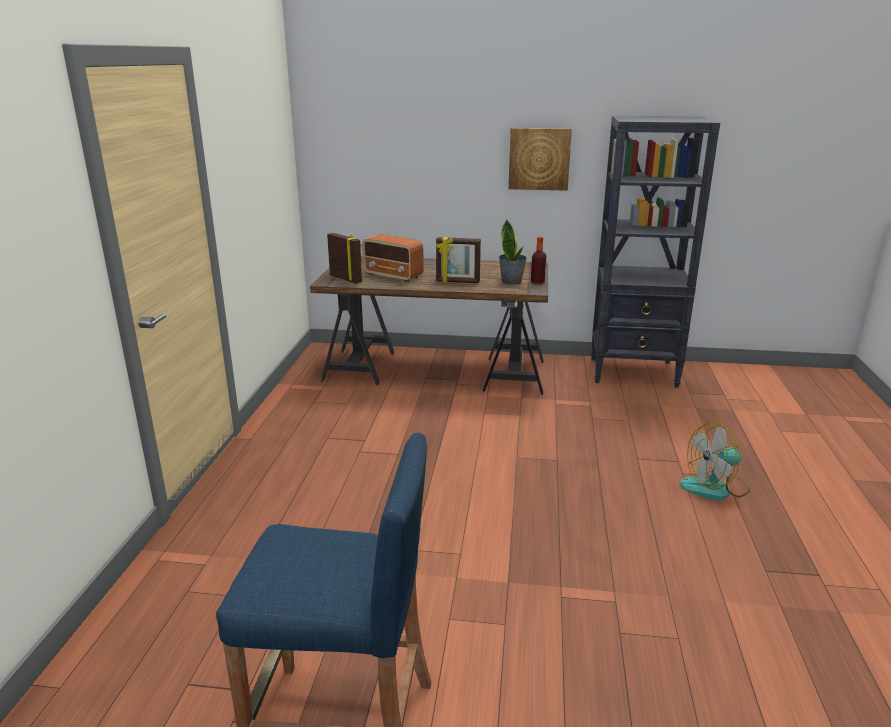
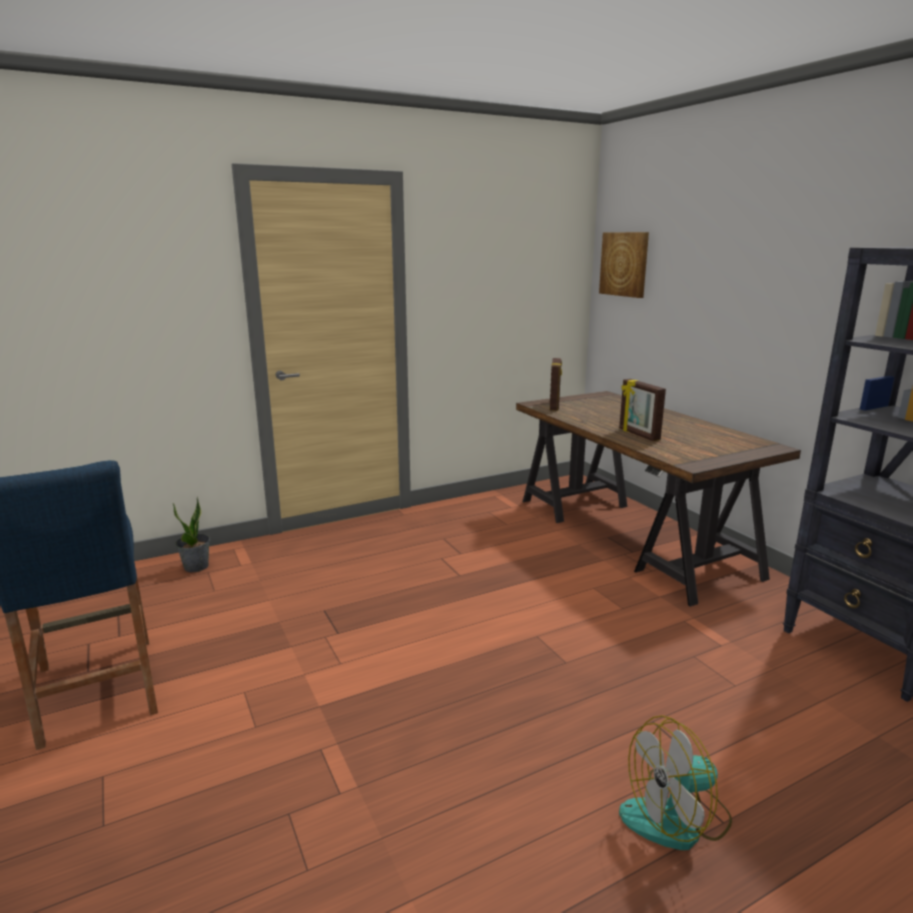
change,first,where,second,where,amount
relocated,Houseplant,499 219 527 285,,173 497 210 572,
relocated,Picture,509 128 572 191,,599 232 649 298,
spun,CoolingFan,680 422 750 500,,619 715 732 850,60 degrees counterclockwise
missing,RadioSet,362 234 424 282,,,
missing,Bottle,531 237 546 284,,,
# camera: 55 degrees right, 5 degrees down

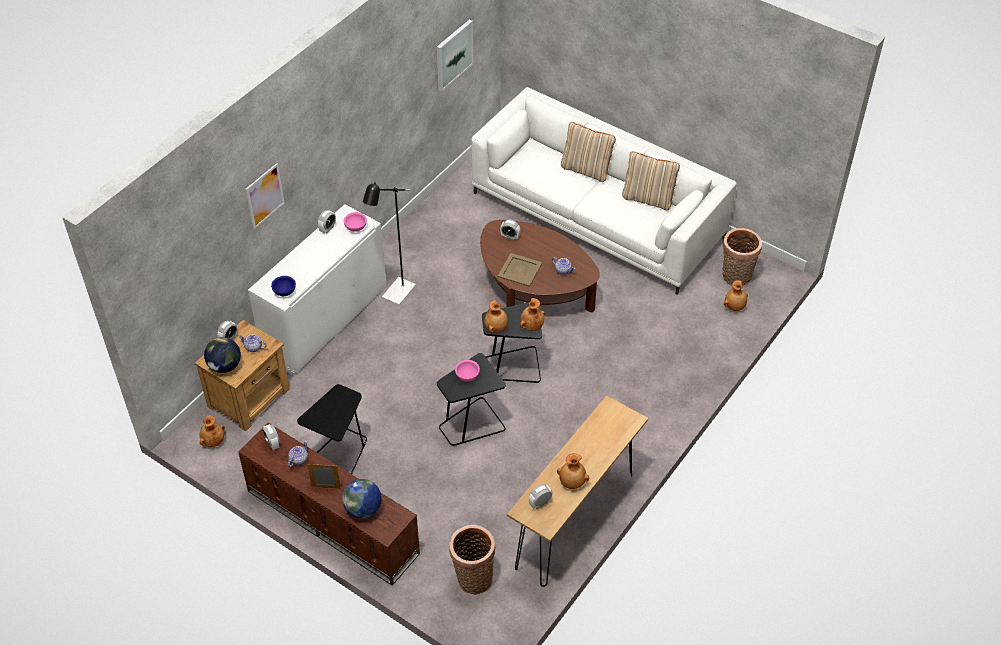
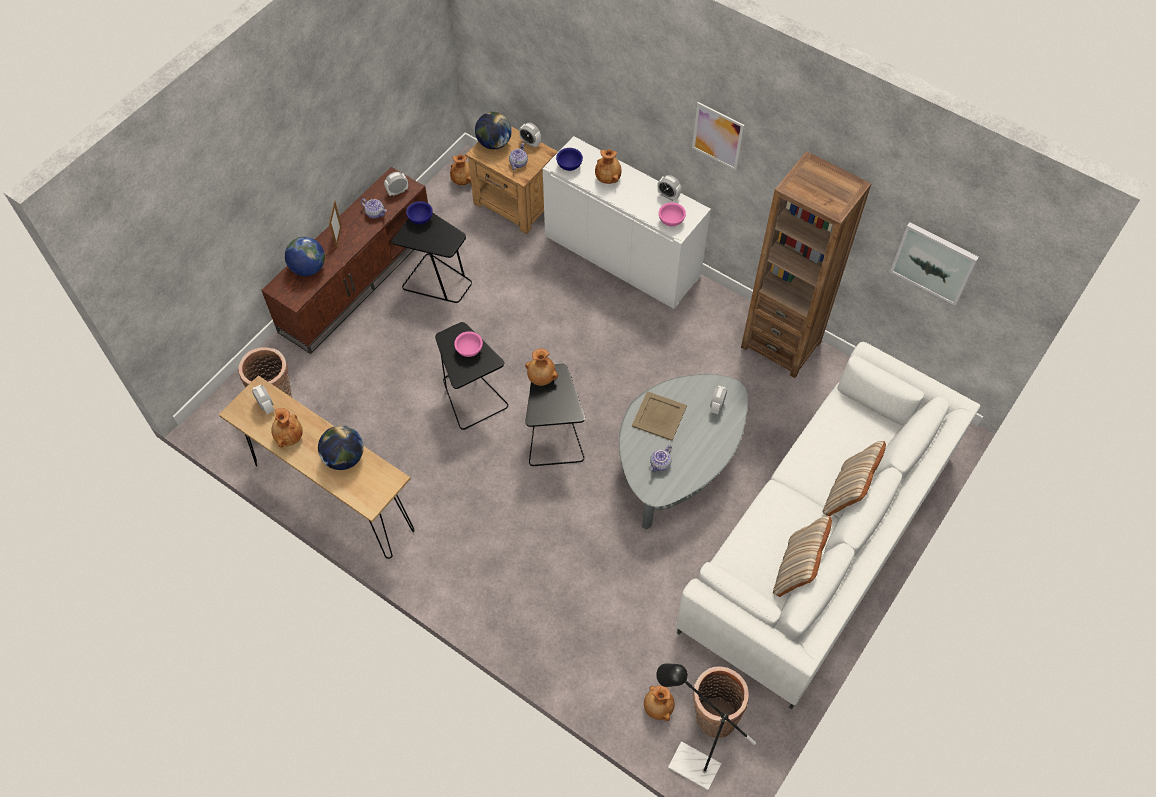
change,first,where,second,where,amount
appeared,,,DeskGlobe,318 425 364 470,
appeared,,,BlueColouredDeepDish,406 201 433 224,
relocated,BrownColouredFlowerVase,520 298 545 331,,595 149 622 184,
colour,BrownColouredCoffeeTable,480 220 600 312,GrayCoffeeTable,619 374 748 529,
relocated,BlackStandardLamp,363 182 416 306,,656 664 756 791,
relocated,Picture,246 163 285 229,,692 102 744 170,
appeared,,,BrownColouredBookshelf,741 151 871 378,
# camera: 90 degrees right, 10 degrees up

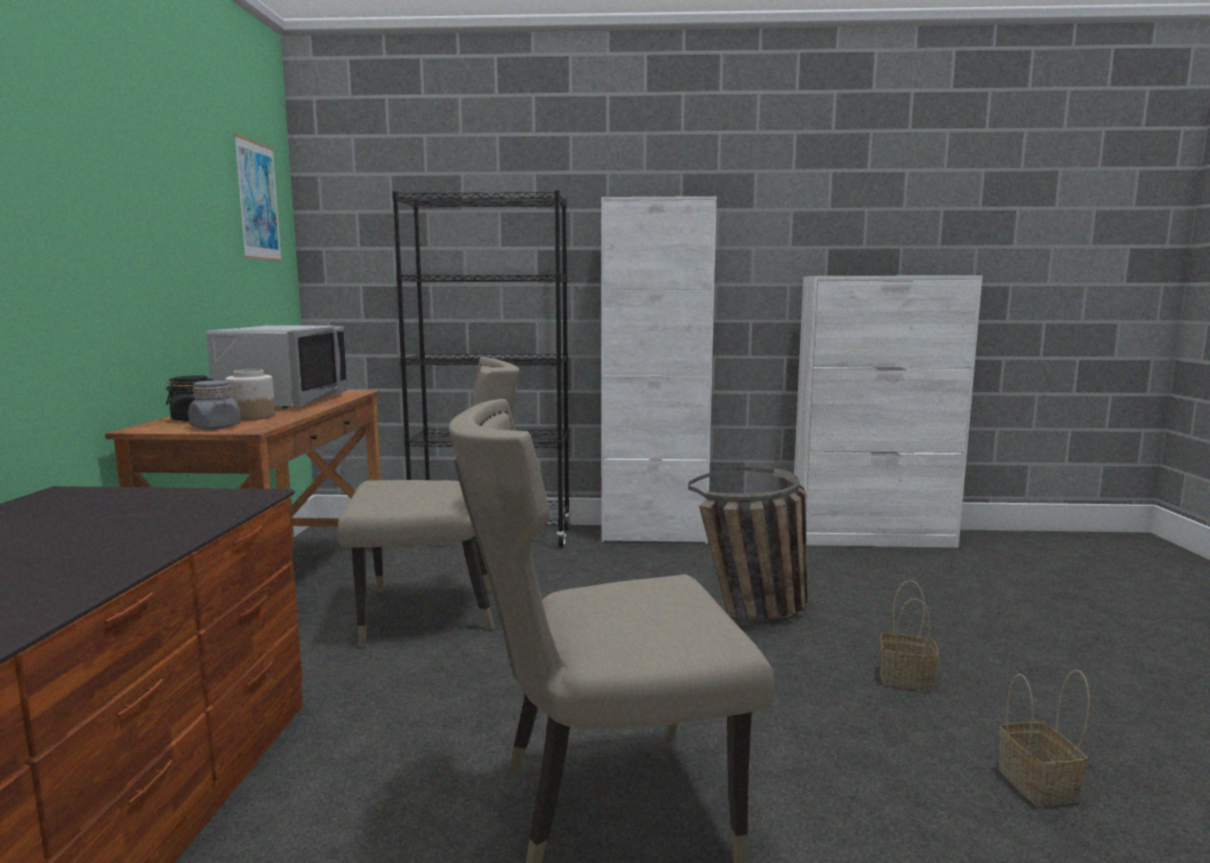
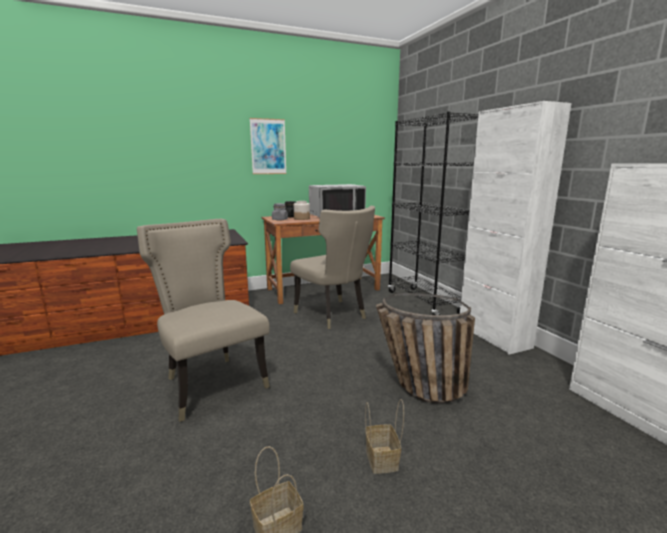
change,first,where,second,where,amount
relocated,Picture,233 134 283 261,,250 118 287 174,
# camera: 65 degrees right, 5 degrees up

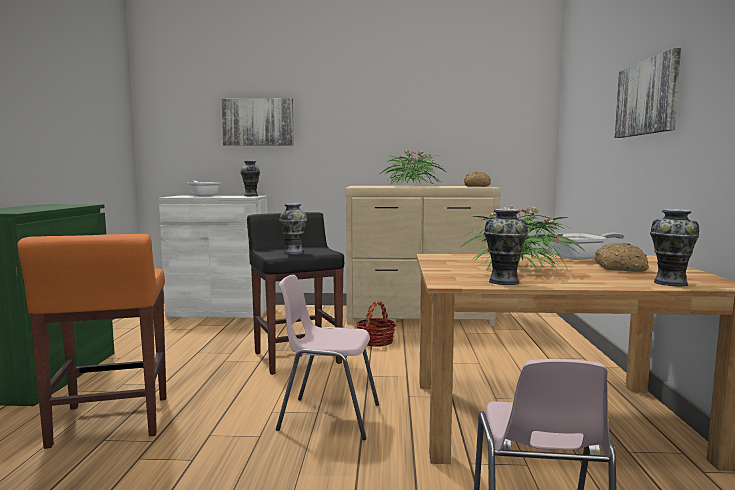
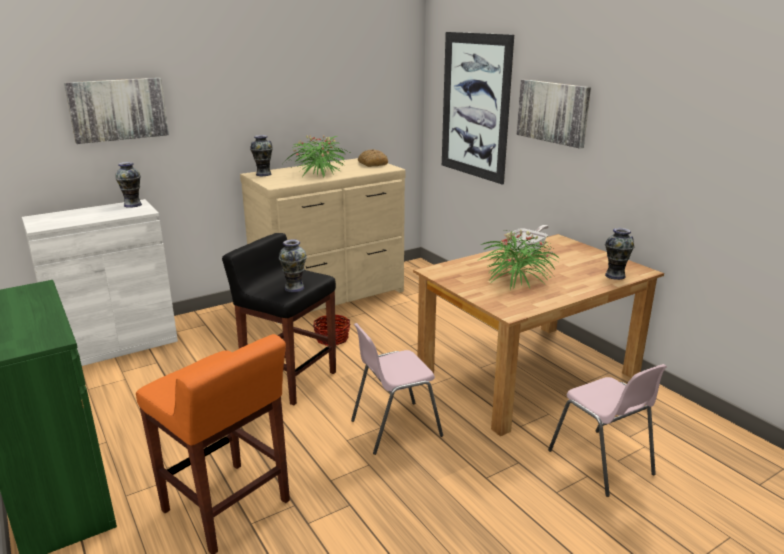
change,first,where,second,where,amount
relocated,FlowerVase,484 209 527 285,,250 135 273 176,
appeared,,,Picture,442 32 514 185,
missing,Pan,187 181 221 197,,,
missing,BakedBread,595 243 649 272,,,
# camera: 35 degrees left, 15 degrees up

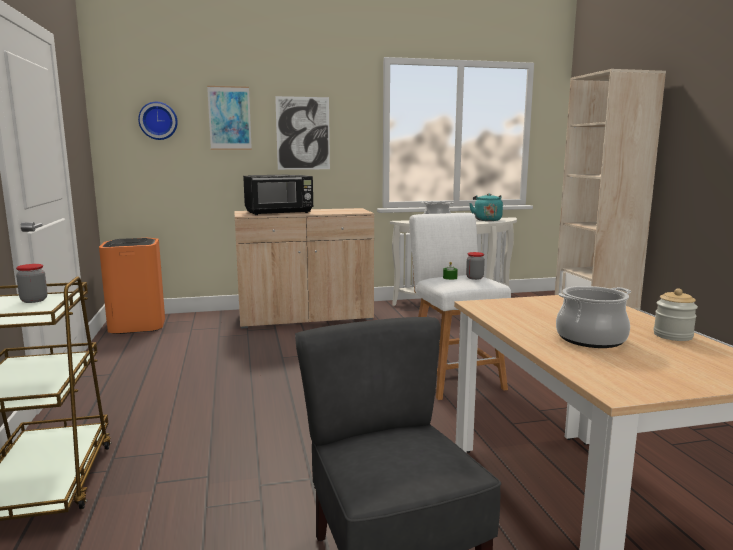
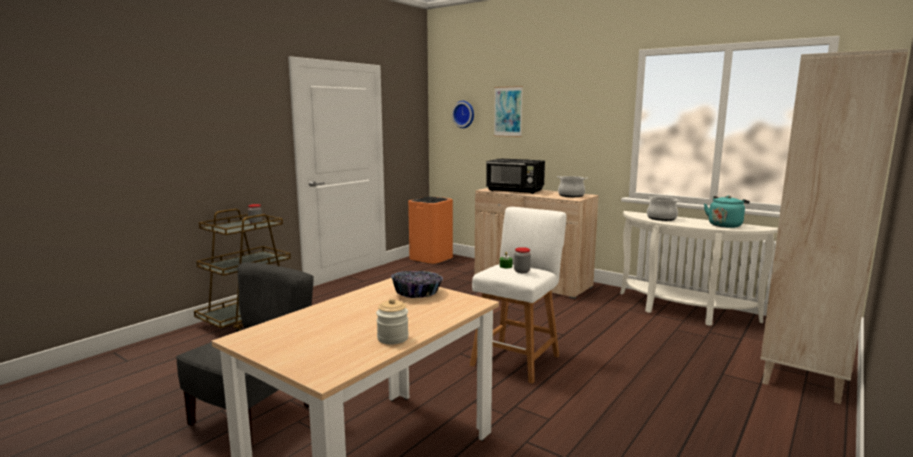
change,first,where,second,where,amount
appeared,,,DeepDish,391 271 443 298,
relocated,Stockpot,556 286 631 348,,557 176 588 197,
missing,Picture,275 96 330 170,,,
# camera: 50 degrees right, 0 degrees up

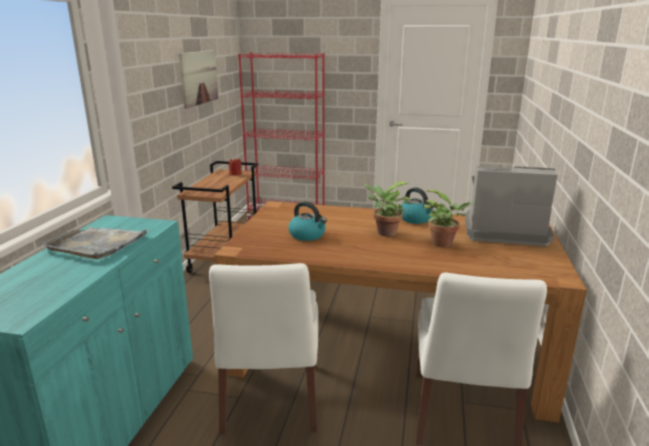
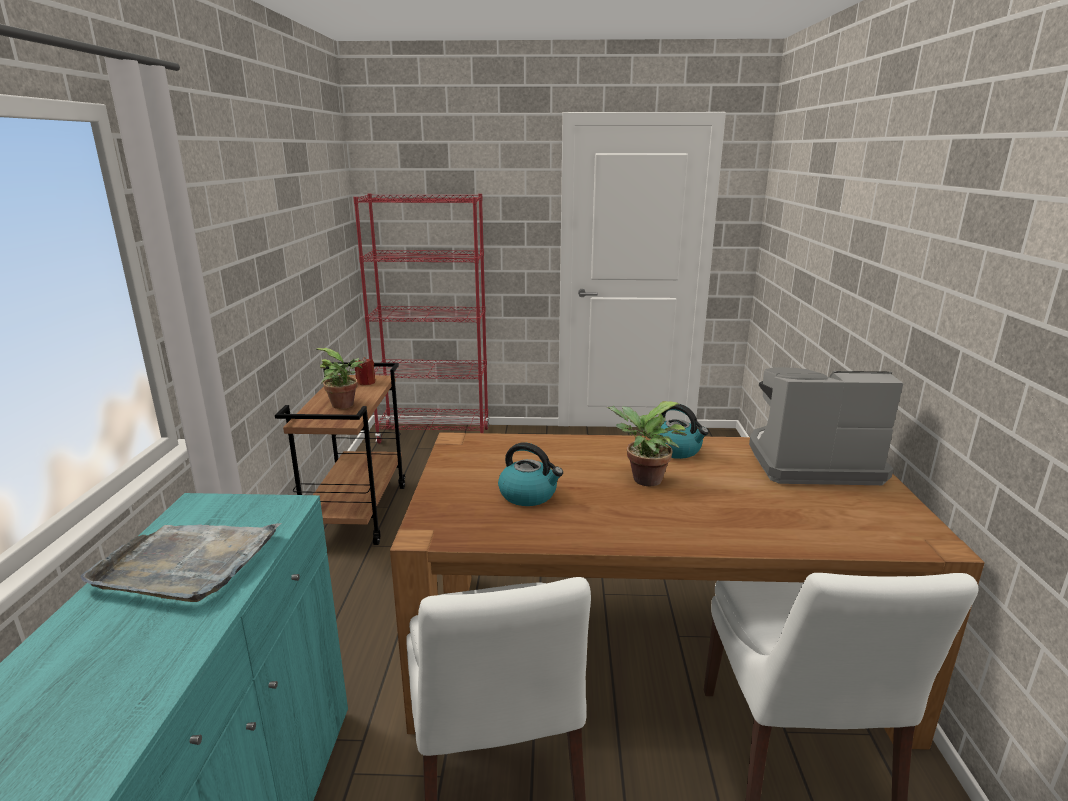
change,first,where,second,where,amount
relocated,Houseplant,424 190 474 247,,316 348 364 409,
missing,Picture,179 50 218 109,,,
# camera: 10 degrees left, 0 degrees up

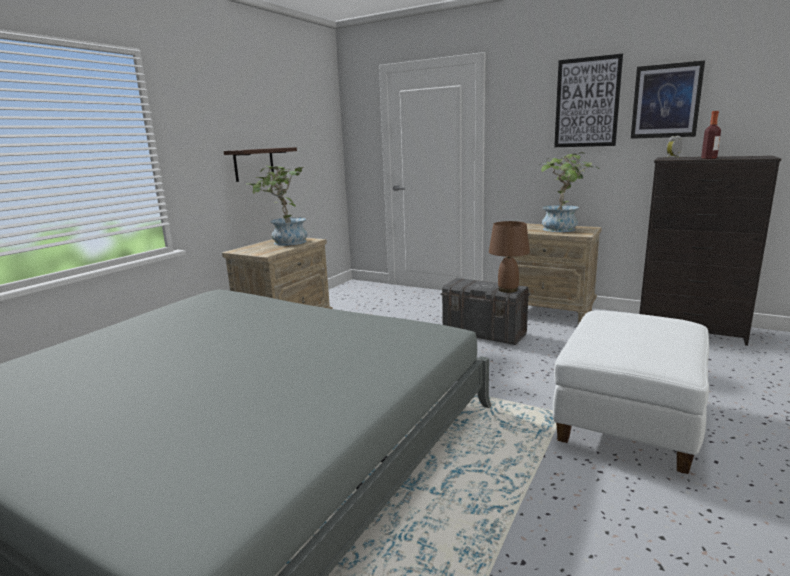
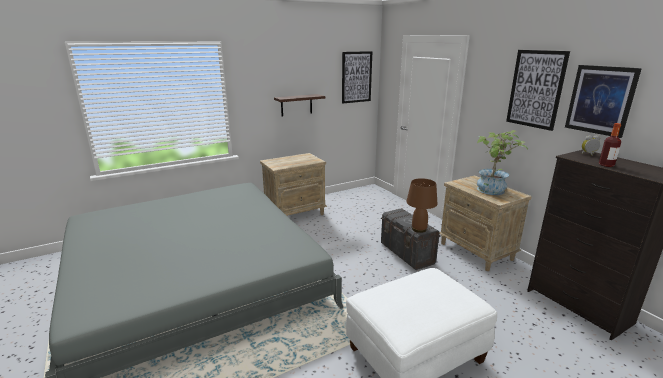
change,first,where,second,where,amount
appeared,,,Picture,342 51 372 104,
missing,Houseplant,250 165 307 246,,,
# camera: 30 degrees right, 5 degrees up

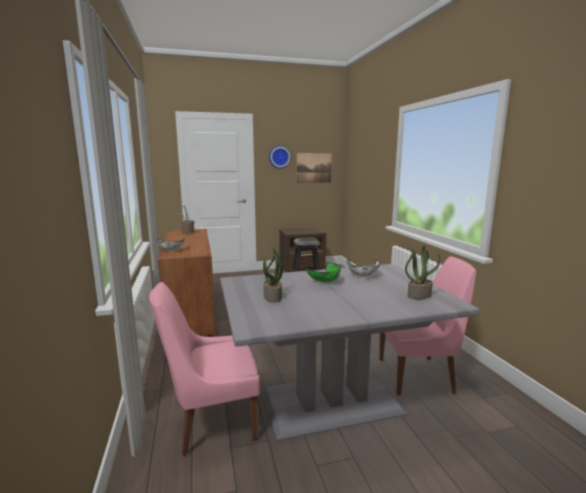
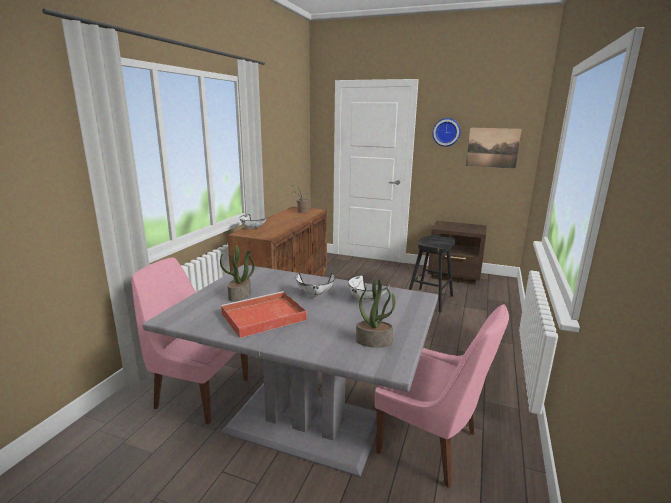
change,first,where,second,where,amount
appeared,,,RedColouredServingTray,221 291 307 338,
colour,GreenishDeepDish,306 262 341 282,WhiteColouredDeepDish,296 273 335 296,
# camera: 35 degrees right, 5 degrees up

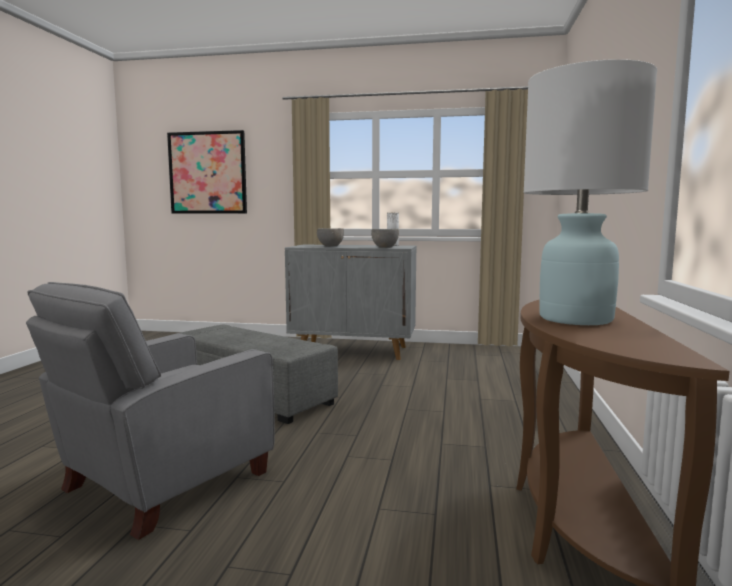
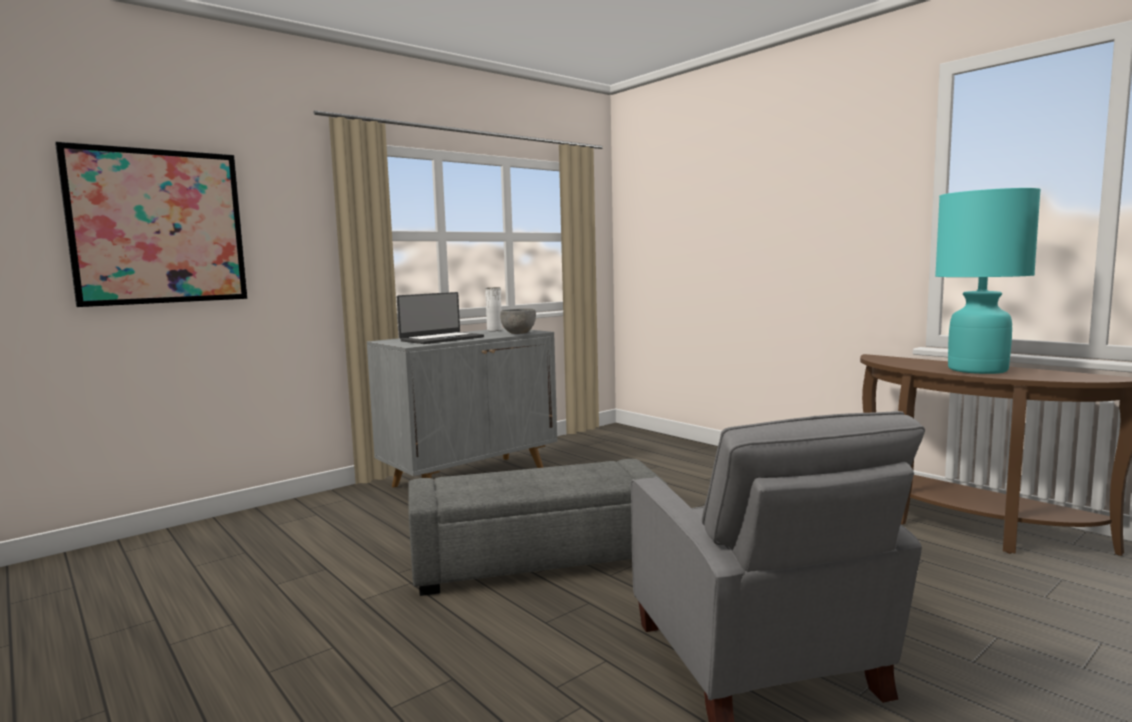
change,first,where,second,where,amount
exchanged,GrayDeepDish,317 228 344 246,PortableComputer,397 292 484 344,
colour,WhiteColouredTableLamp,523 59 657 325,TurquoiseTableLamp,935 188 1041 374,
# camera: 50 degrees left, 0 degrees up

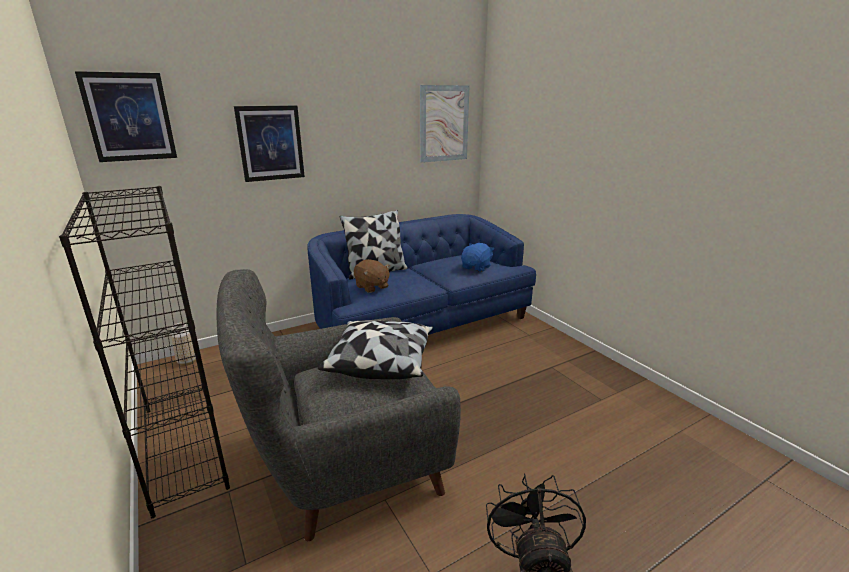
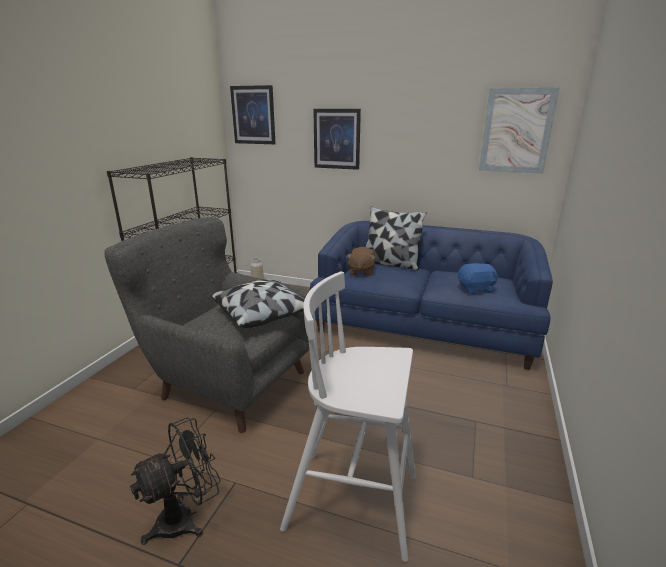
change,first,where,second,where,amount
appeared,,,WhiteColouredStool,280 272 416 562,
# camera: 50 degrees right, 0 degrees up

